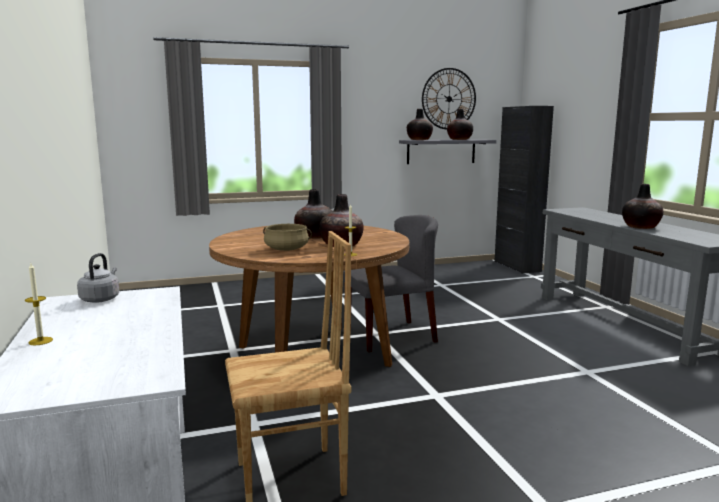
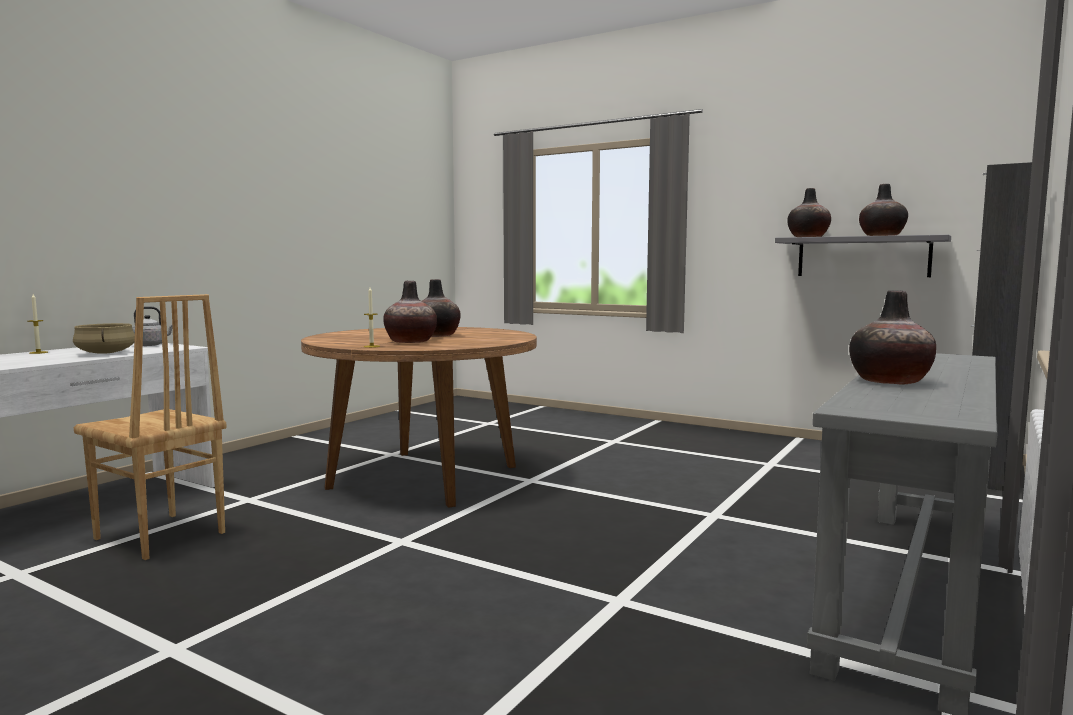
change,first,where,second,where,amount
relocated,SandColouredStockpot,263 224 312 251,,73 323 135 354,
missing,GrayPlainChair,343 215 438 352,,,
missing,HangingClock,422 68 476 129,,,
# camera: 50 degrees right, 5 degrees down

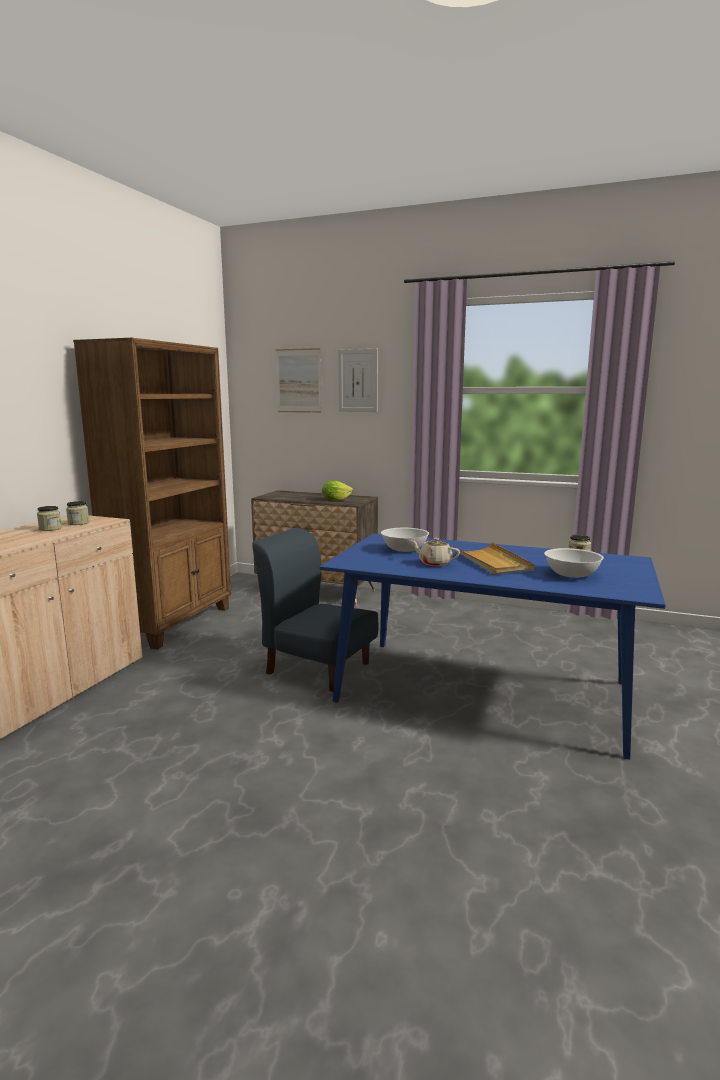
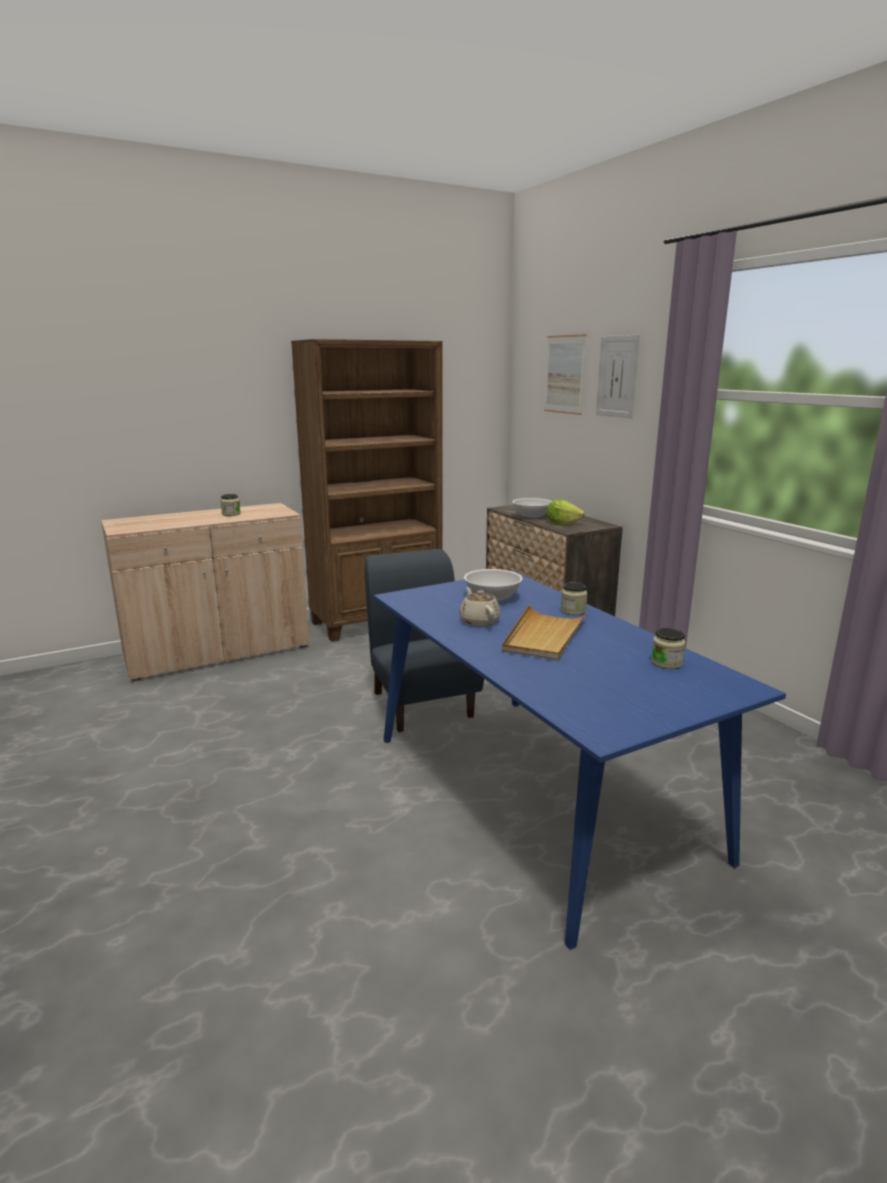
change,first,where,second,where,amount
relocated,WhiteColouredDeepDish,544 548 604 578,,512 498 552 518,
relocated,PreserveJar,66 501 89 525,,561 582 588 615,
# camera: 40 degrees right, 5 degrees up

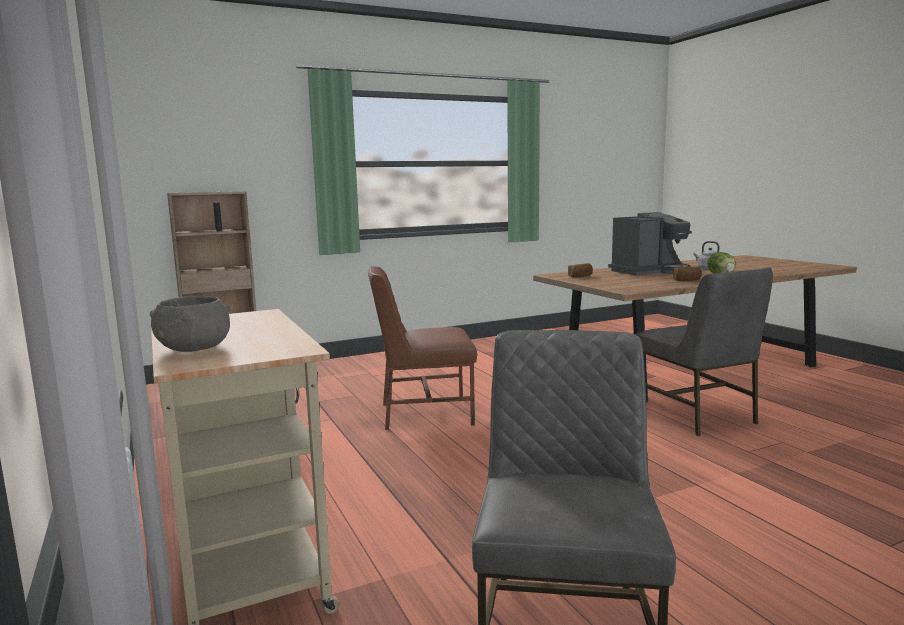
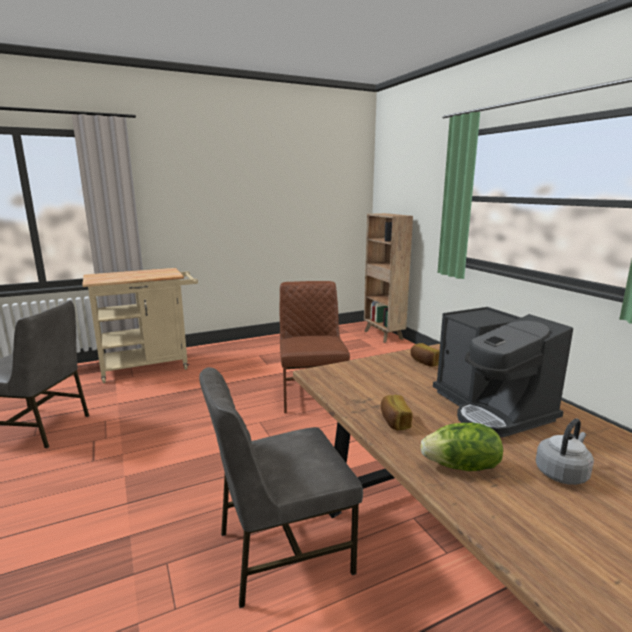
change,first,where,second,where,amount
missing,GrayDeepDish,150 296 230 352,,,
# camera: 90 degrees right, 5 degrees up

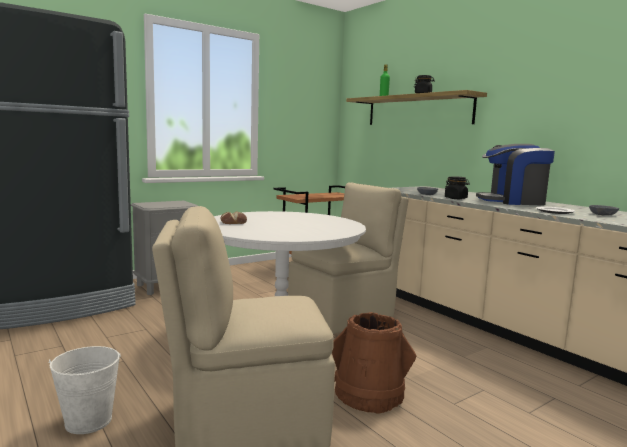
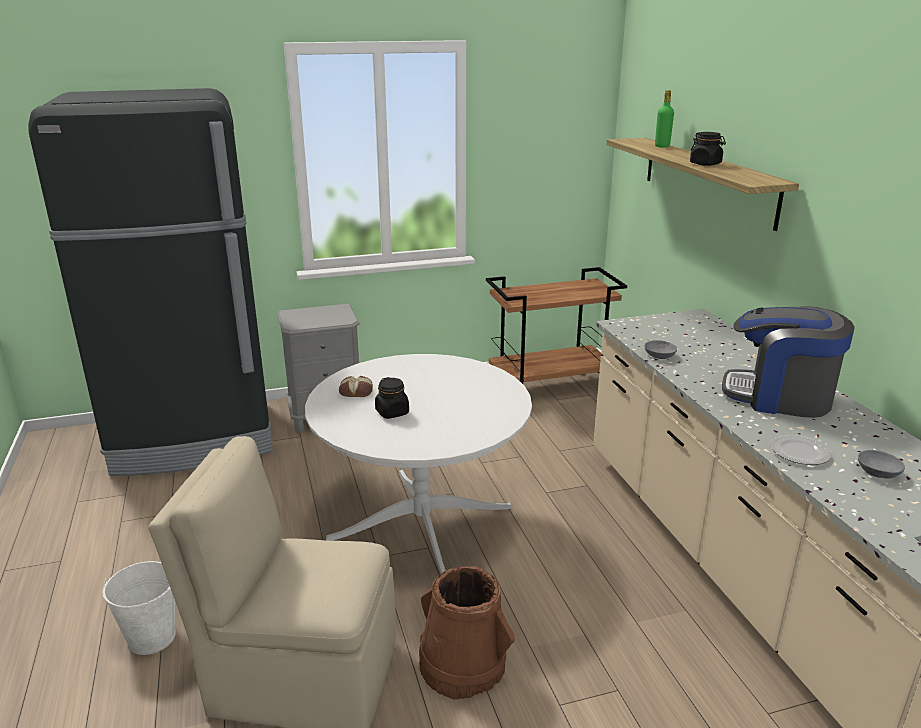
change,first,where,second,where,amount
relocated,BlackPreserveJar,445 176 470 199,,375 377 409 419,
missing,SandColouredPlainChair,288 182 409 334,,,
# camera: 20 degrees right, 15 degrees up

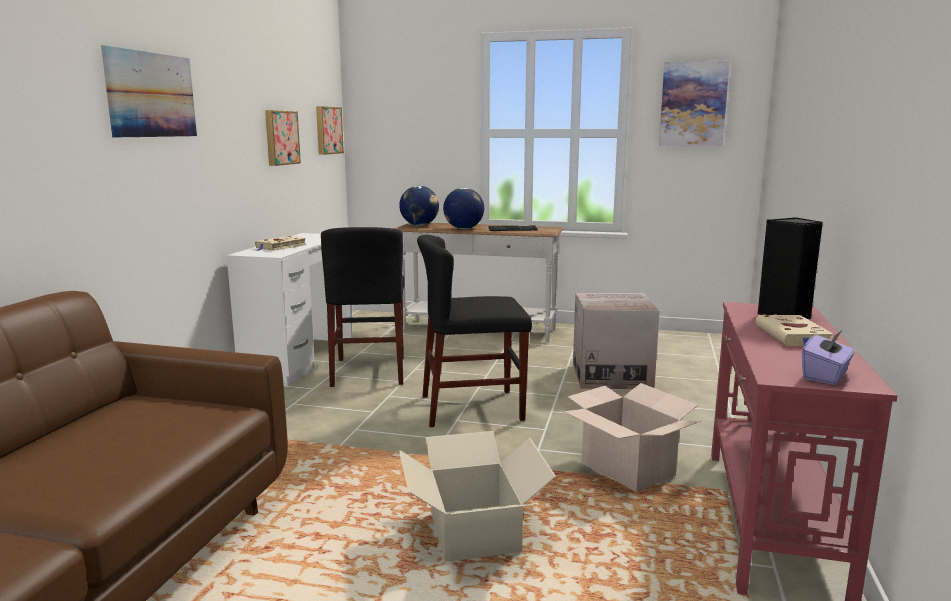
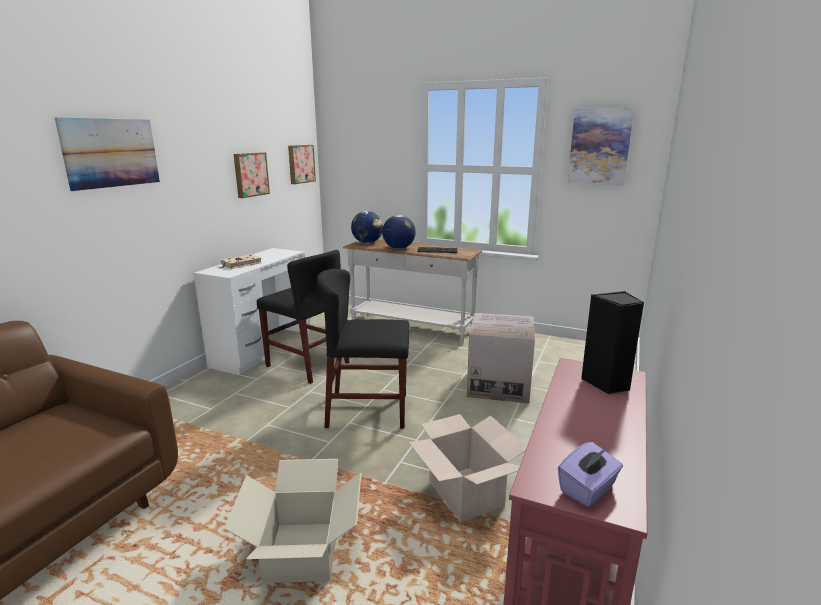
change,first,where,second,where,amount
spun,BlackPlainChair,321 227 405 387,,257 250 349 384,60 degrees counterclockwise
missing,SandColouredVolume,756 315 834 346,,,
# camera: 10 degrees right, 5 degrees up

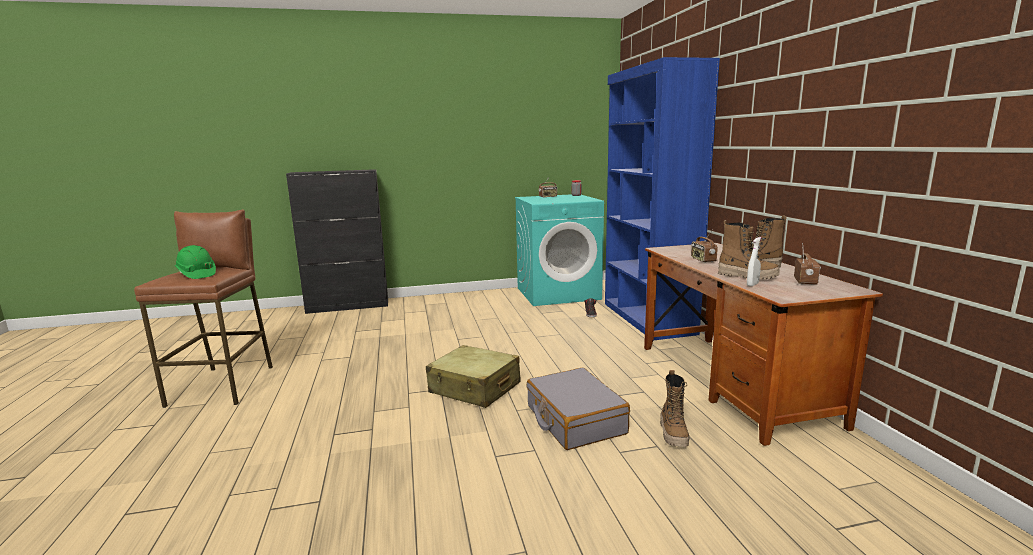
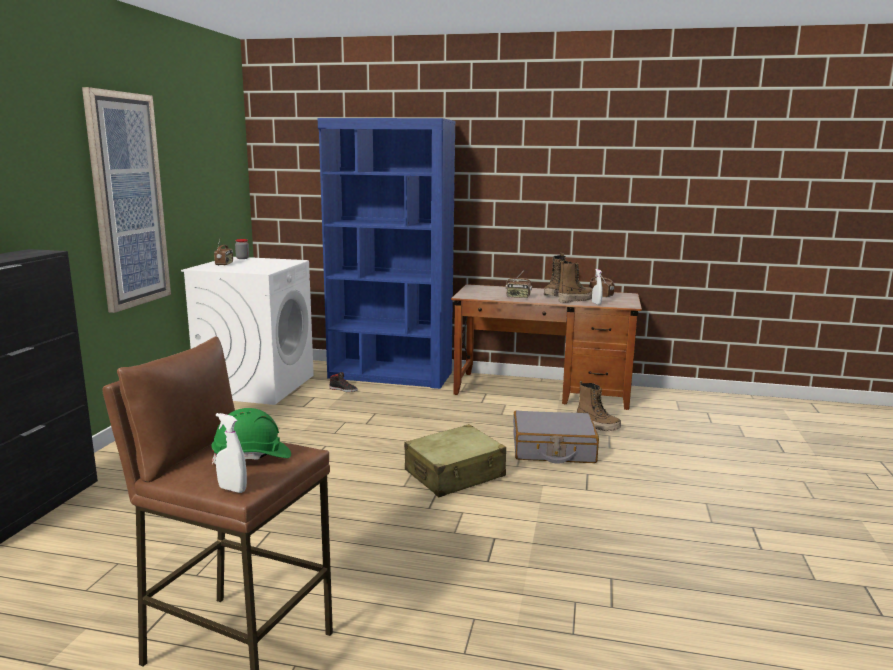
change,first,where,second,where,amount
appeared,,,Picture,82 87 171 313,
colour,TurquoiseLaundryAppliance,515 194 604 306,WhiteColouredLaundryAppliance,181 257 314 405,
appeared,,,WhiteColouredSprayBottle,216 413 247 493,
# camera: 65 degrees left, 0 degrees up

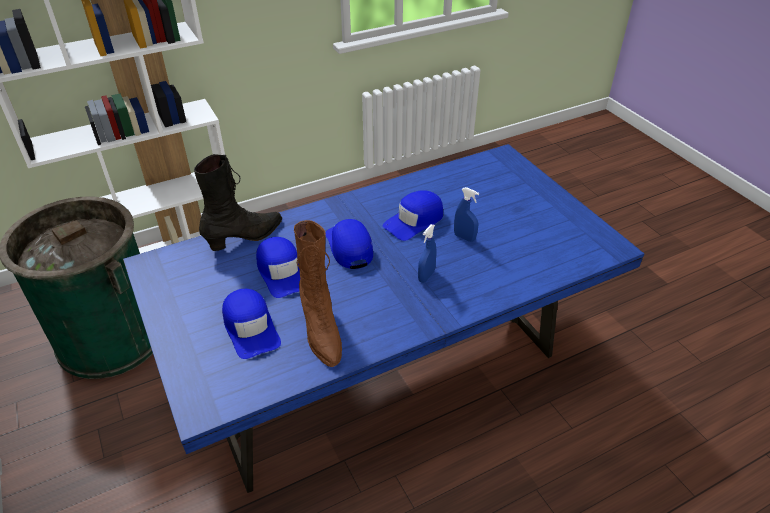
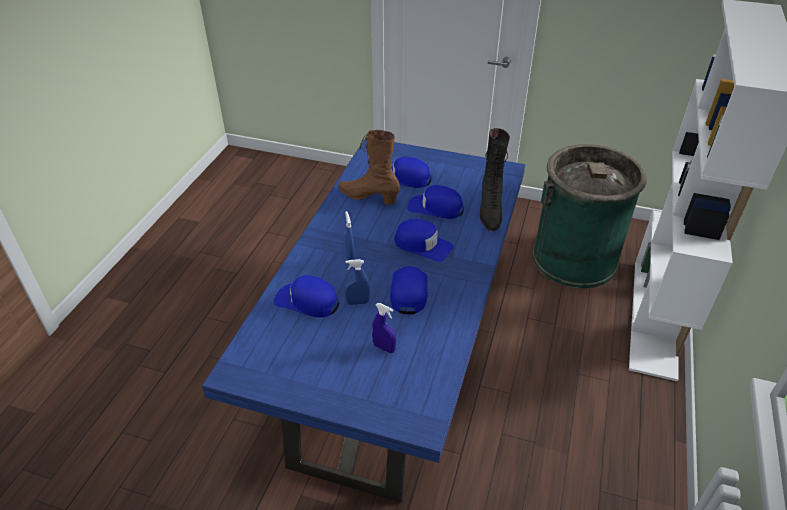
change,first,where,second,where,amount
appeared,,,BlueColouredCap,274 275 339 318,
appeared,,,BlueColouredSprayBottle,372 303 396 353,
# camera: 135 degrees right, 0 degrees up

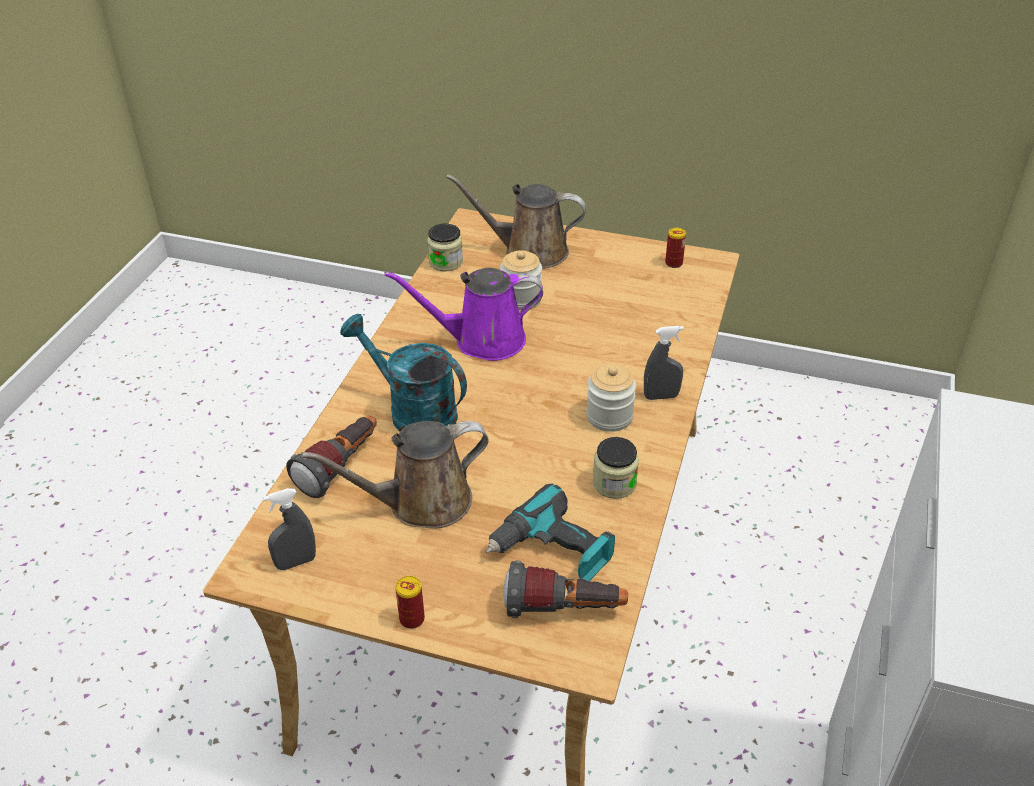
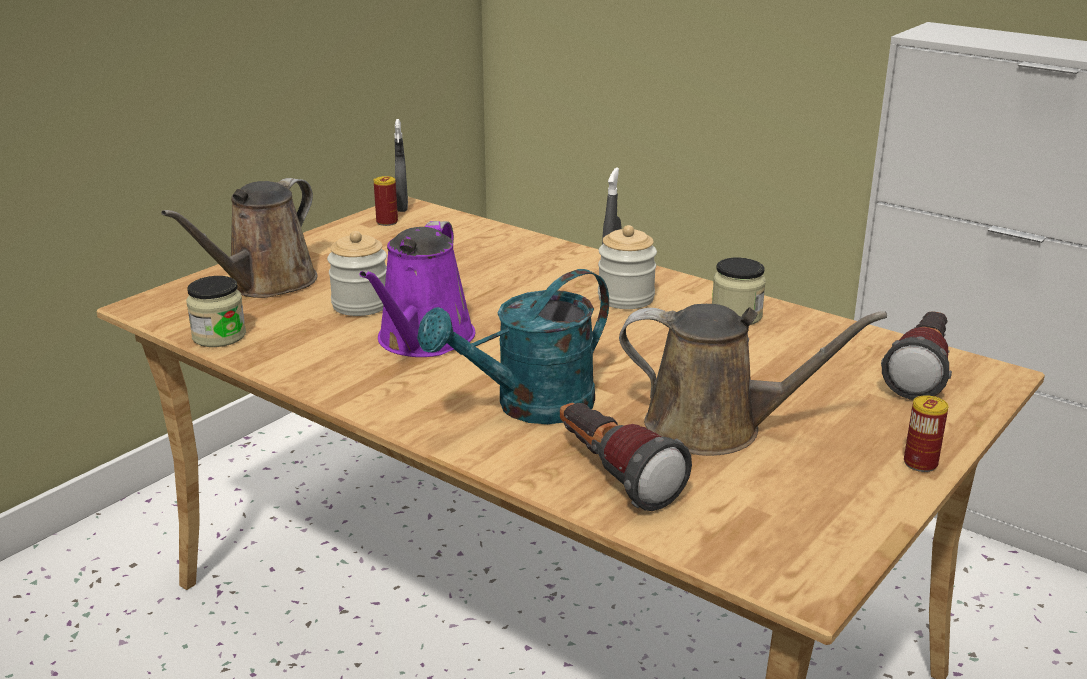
change,first,where,second,where,amount
relocated,GraySprayBottle,263 488 316 570,,394 119 408 212,
spun,BrownColouredWateringPot,301 421 489 528,,619 304 887 456,75 degrees counterclockwise
missing,ElectricDrill,485 483 615 581,,,
# camera: 70 degrees left, 15 degrees down

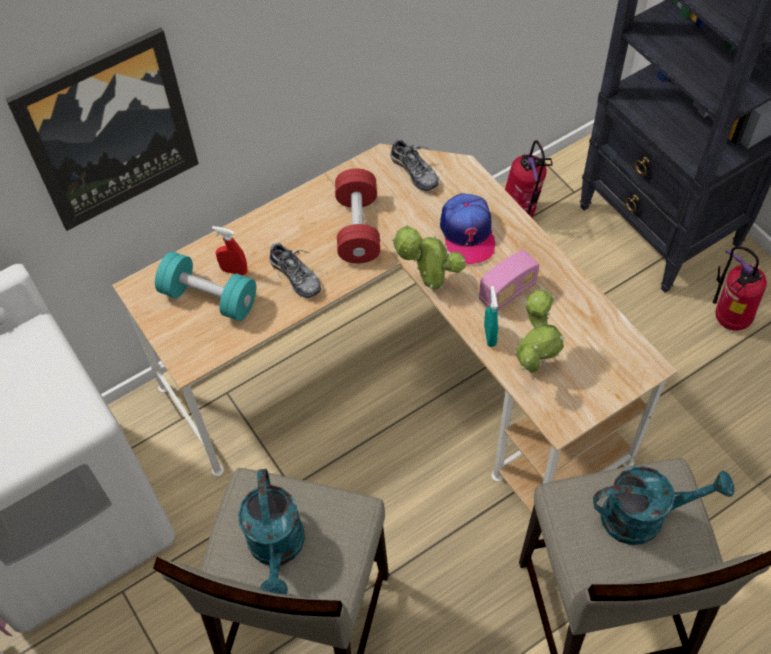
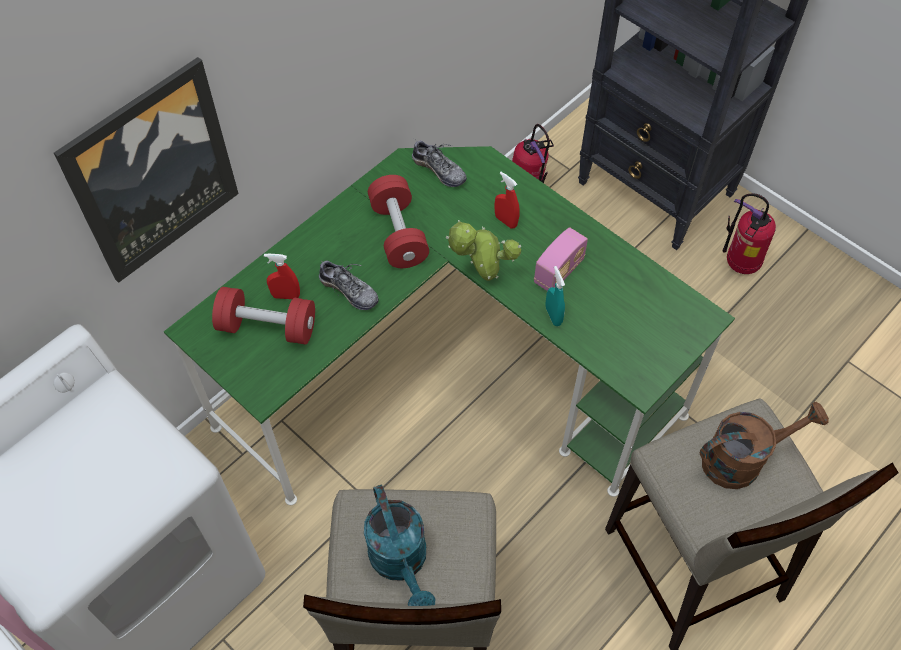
change,first,where,second,where,amount
colour,SandColouredDeskTable,112 144 677 514,GreenishDeskTable,164 146 735 505,
colour,TurquoiseFreeWeight,155 251 256 321,RedColouredFreeWeight,212 287 315 345,
exchanged,Cap,440 193 496 264,RedColouredSprayBottle,494 172 520 228,
colour,TurquoiseWateringPot,593 466 735 545,BrownColouredWateringPot,700 401 829 489,
missing,Houseplant,513 289 564 373,,,
# camera: 15 degrees left, 0 degrees up

